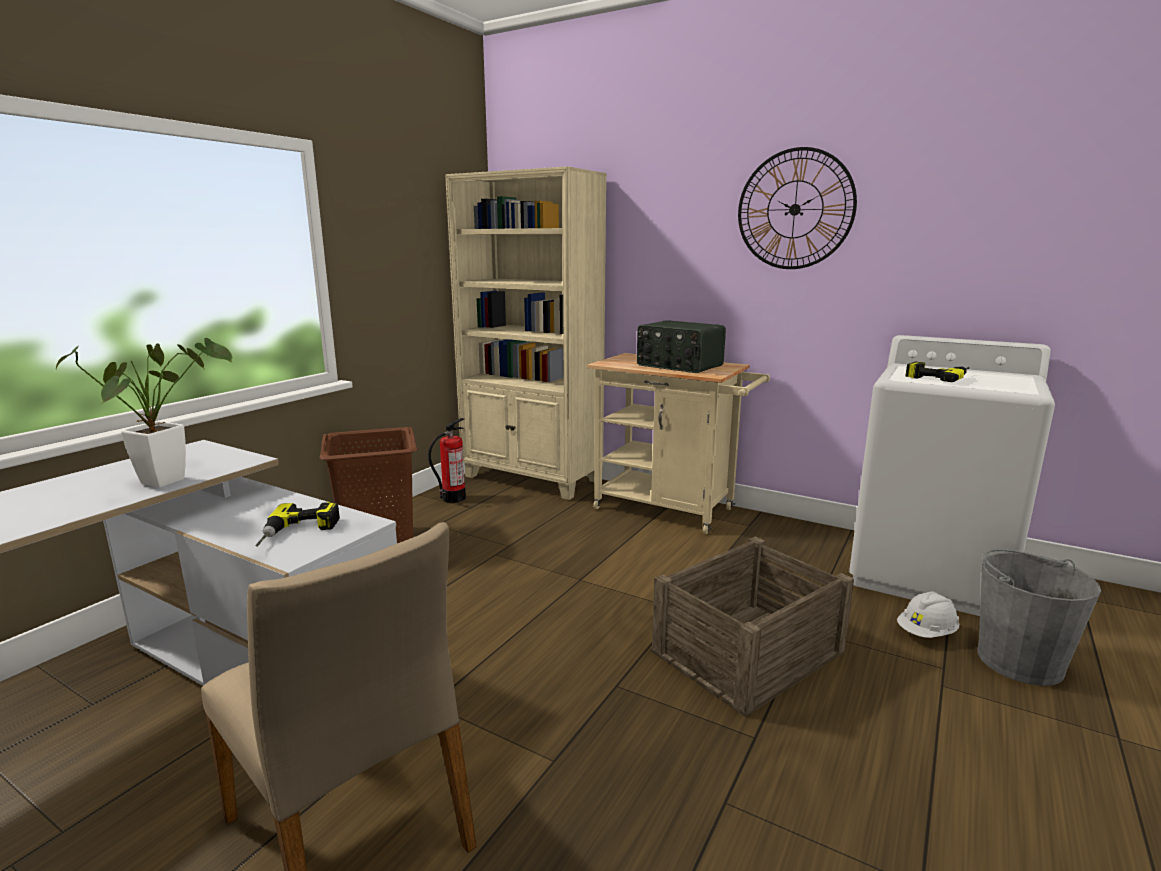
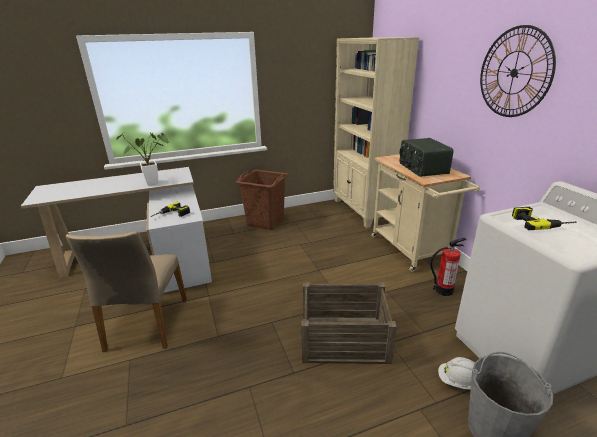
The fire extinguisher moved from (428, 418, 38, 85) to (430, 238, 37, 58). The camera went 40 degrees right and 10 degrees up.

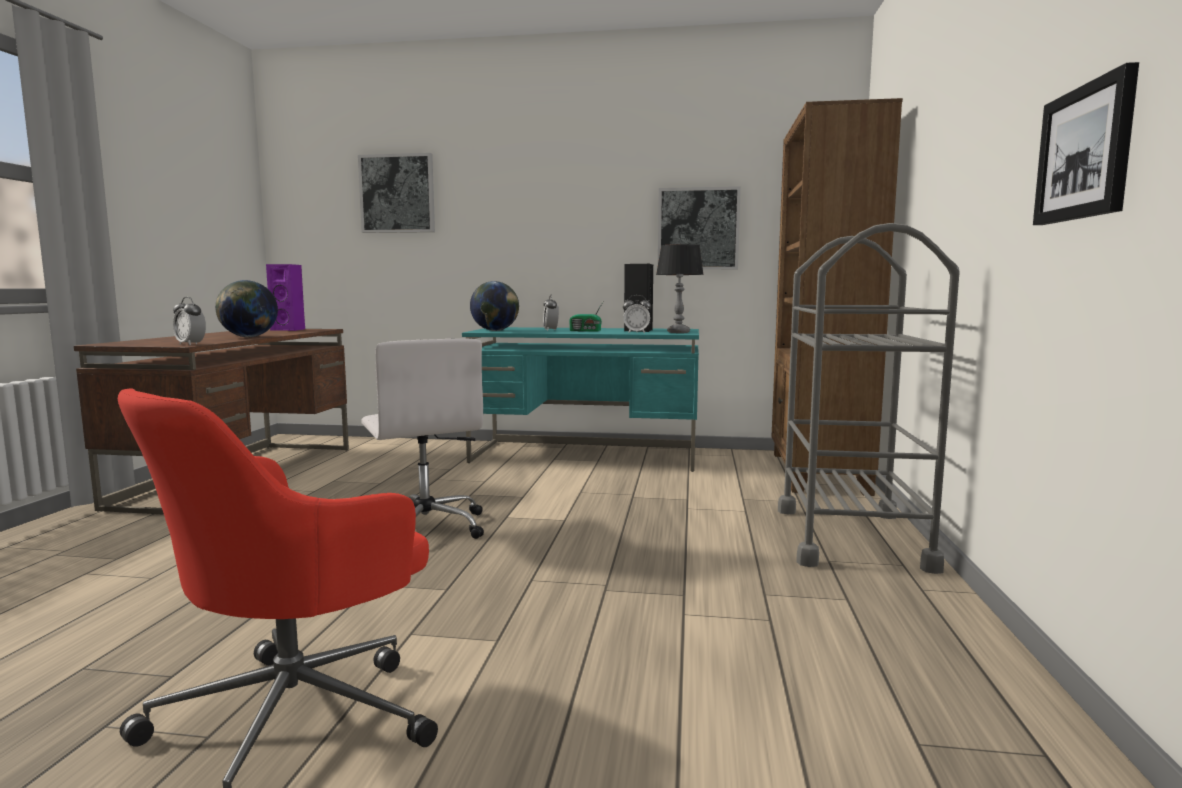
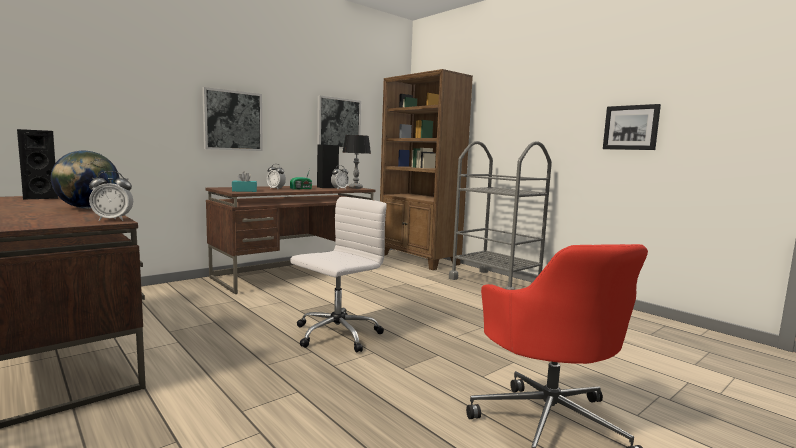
The wall art moved from (358, 153, 77, 80) to (202, 87, 61, 64). The purplish speaker at (266, 264, 39, 67) became the blackish speaker at (17, 129, 41, 71). The globe at (470, 281, 49, 50) was replaced by the turquoise tissue box at (232, 172, 25, 20). The turquoise desk unit at (462, 327, 237, 145) became the brownish desk unit at (206, 185, 170, 109). The white-coloured computer chair at (361, 338, 123, 201) turned 60 degrees counterclockwise. The camera went 50 degrees left and 0 degrees up.

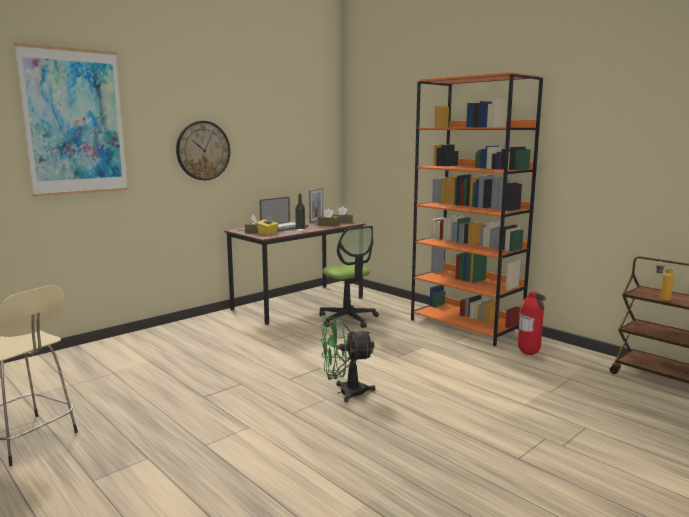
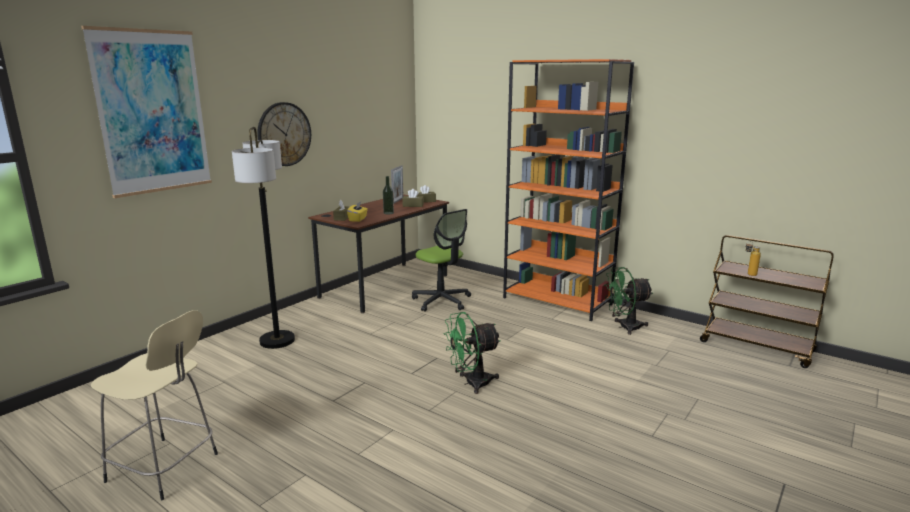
The portable computer at (259, 197, 50, 35) disappeared. The fire extinguisher at (518, 292, 28, 63) was replaced by the green cooling fan at (604, 267, 49, 68). The floor lamp at (232, 127, 63, 222) appeared. The camera went 10 degrees left and 5 degrees up.

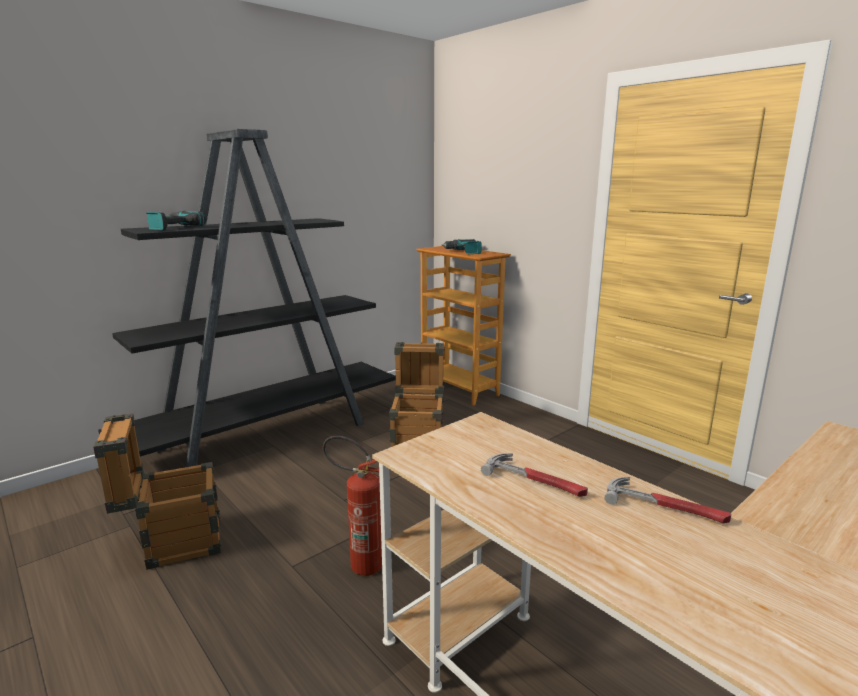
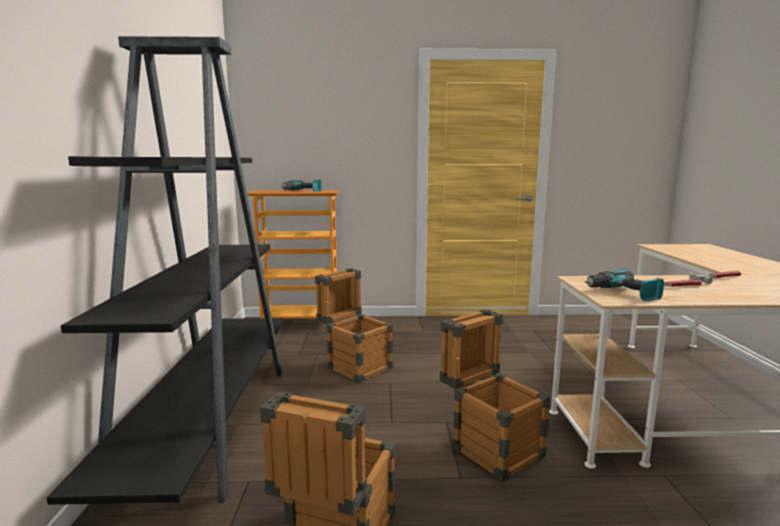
The power drill moved from (147, 211, 59, 20) to (584, 269, 80, 32). The fire extinguisher at (323, 436, 59, 140) was replaced by the crate at (440, 309, 111, 173). The camera went 50 degrees left and 5 degrees down.

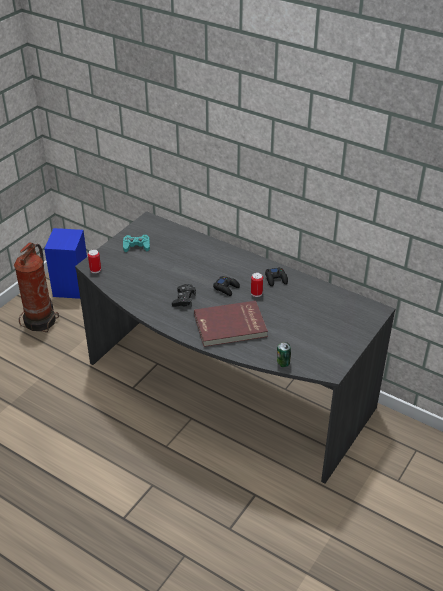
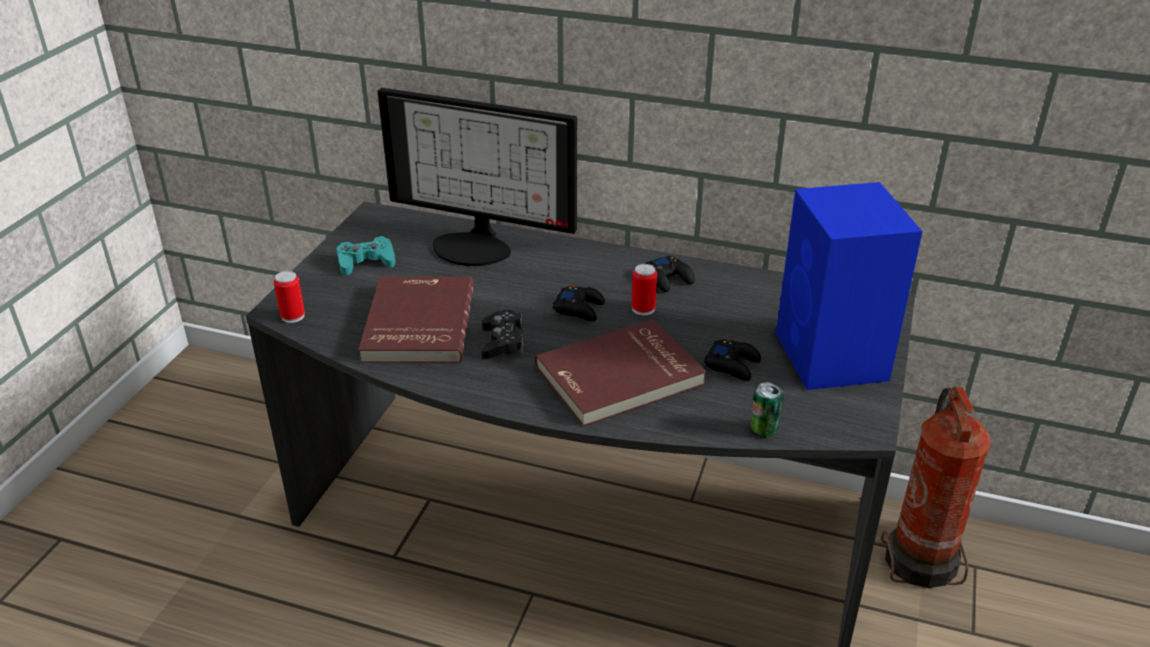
The bluish speaker moved from (44, 228, 43, 71) to (776, 182, 147, 208). The fire extinguisher moved from (14, 242, 45, 90) to (881, 387, 109, 201). The computer display at (377, 88, 200, 178) appeared. The red bound book at (359, 276, 115, 87) appeared. The blackish joypad at (704, 340, 57, 41) appeared. The camera went 15 degrees left and 5 degrees down.

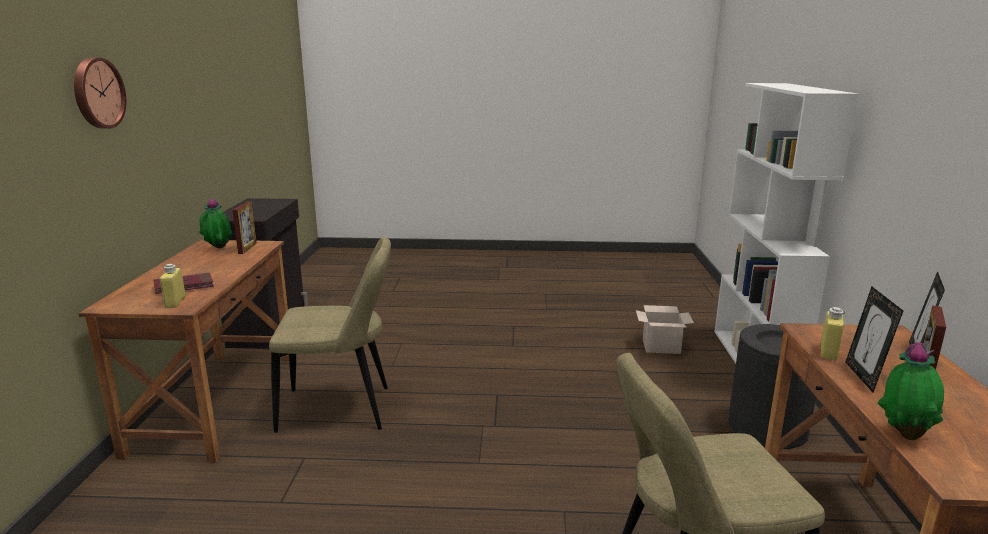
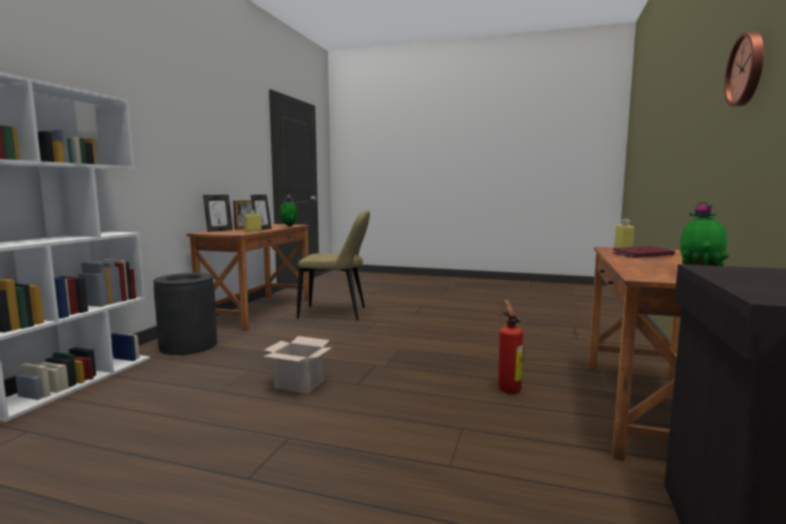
The picture frame at (232, 202, 25, 52) disappeared. The beige upright chair at (269, 237, 122, 196) was replaced by the fire extinguisher at (498, 300, 25, 94). The cardboard box moved from (636, 305, 58, 49) to (263, 336, 69, 58). The camera went 165 degrees left and 10 degrees down.

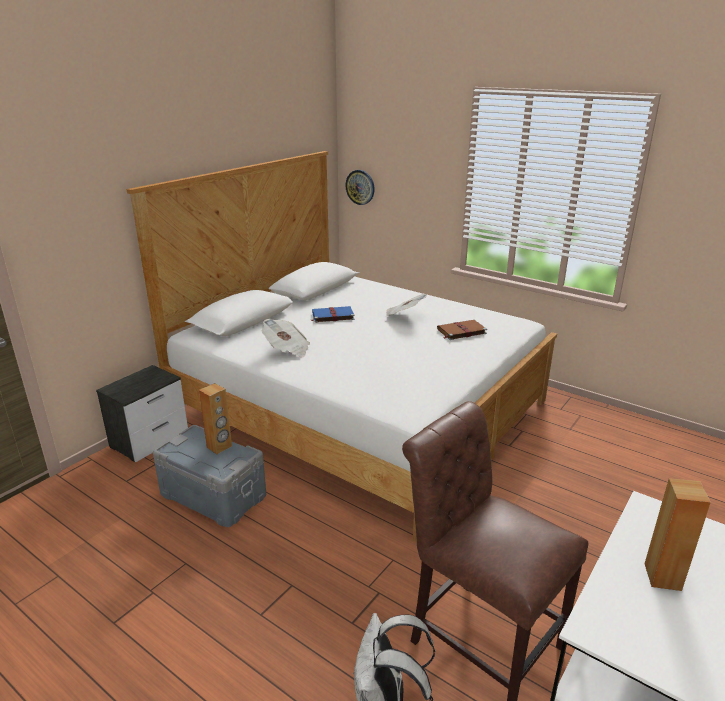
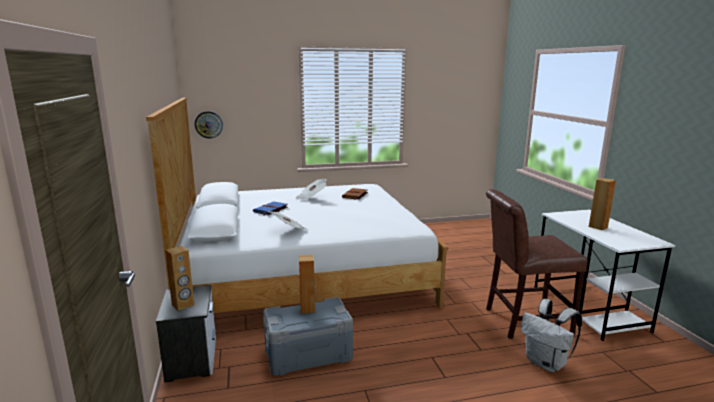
The brownish speaker at (165, 246, 29, 65) appeared. The camera went 50 degrees left and 10 degrees down.

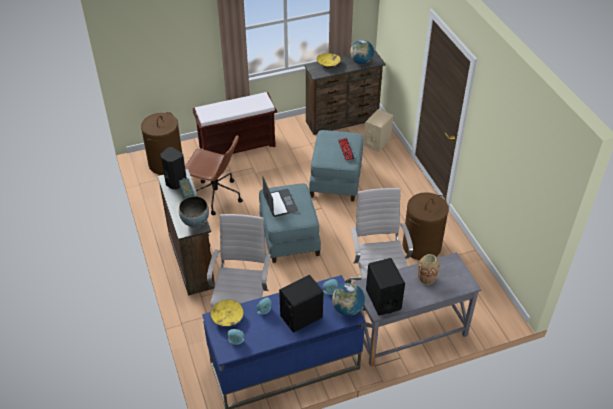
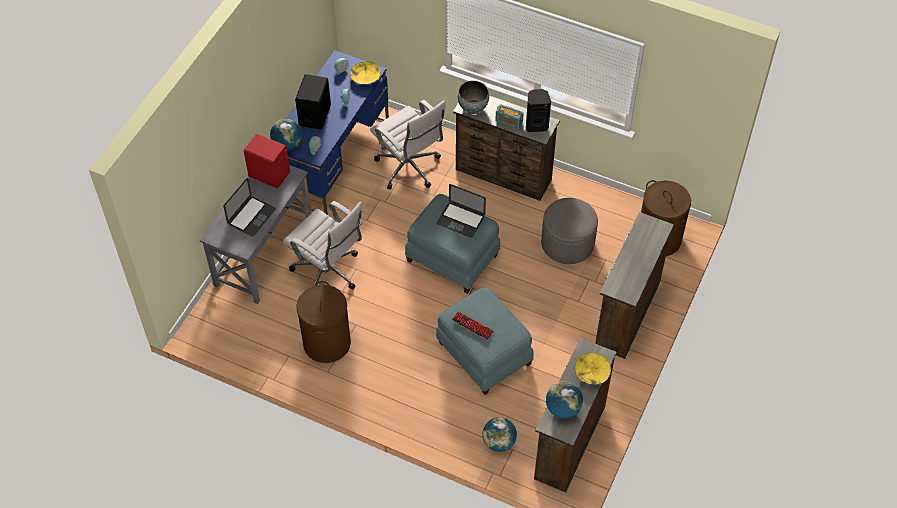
The brownish long seat at (192, 92, 85, 63) was replaced by the brownish dresser at (595, 212, 79, 147). The beige speaker at (364, 109, 29, 43) was replaced by the globe at (482, 417, 35, 35). The brownish computer chair at (185, 135, 58, 80) was replaced by the grey footrest at (541, 198, 57, 66). The vase at (418, 254, 22, 31) was replaced by the portable computer at (224, 178, 52, 59). The blackish speaker at (366, 258, 39, 58) became the red speaker at (244, 134, 46, 55). The camera went 135 degrees right and 10 degrees up.

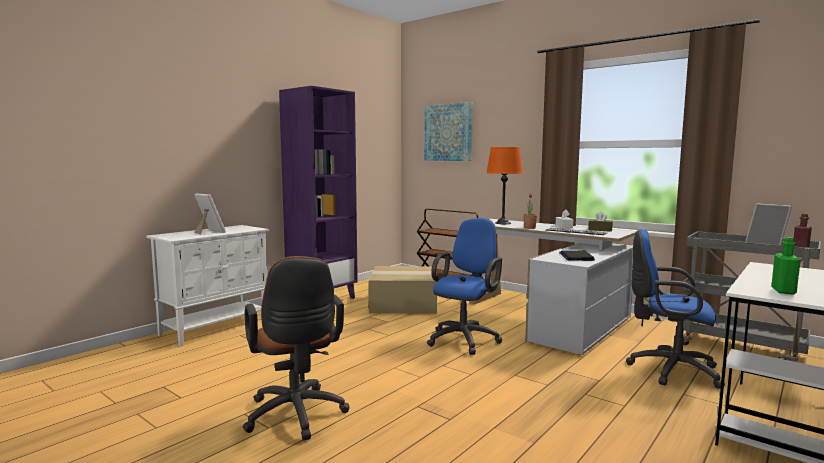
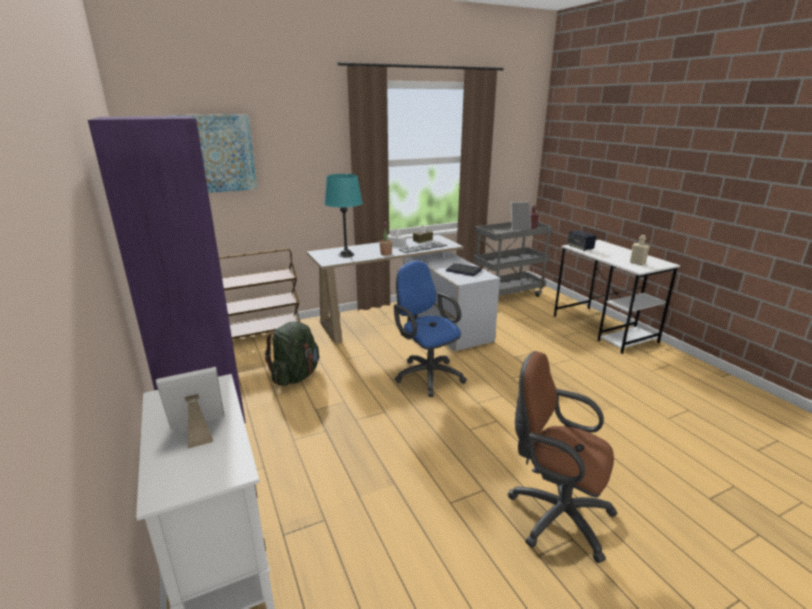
The orange-coloured table lamp at (486, 147, 37, 77) became the turquoise table lamp at (324, 174, 39, 83). The bluish computer chair at (626, 229, 99, 160) disappeared. The green bottle at (771, 237, 30, 57) became the beige bottle at (630, 235, 20, 31). The brownish computer chair at (243, 256, 106, 185) turned 150 degrees counterclockwise. The cardboard box at (369, 266, 68, 48) was replaced by the green knapsack at (265, 321, 54, 65). The speaker at (568, 230, 28, 21) appeared. The camera went 65 degrees left and 15 degrees up.

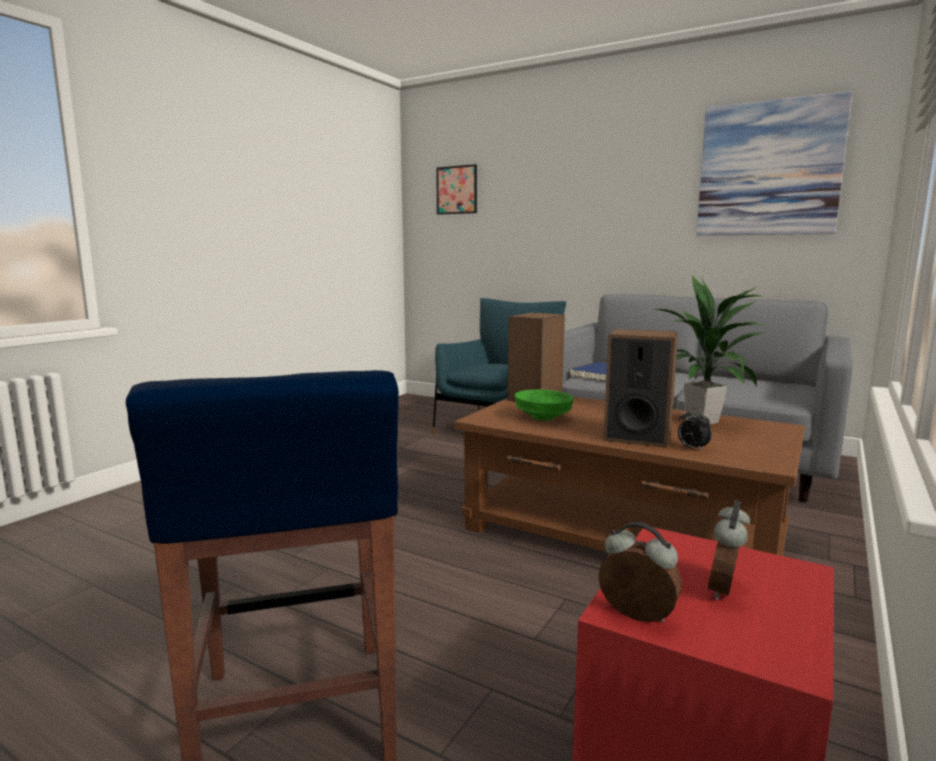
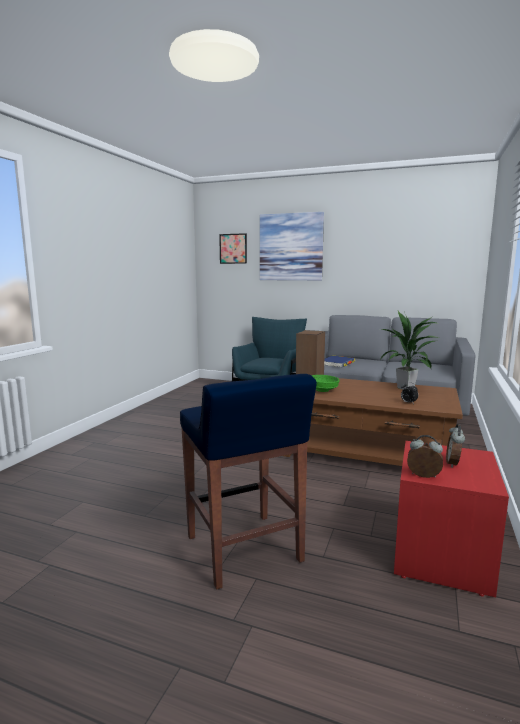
The wall art moved from (697, 91, 155, 145) to (260, 212, 64, 69). The speaker at (603, 329, 75, 119) disappeared. The camera went 10 degrees left and 0 degrees up.

